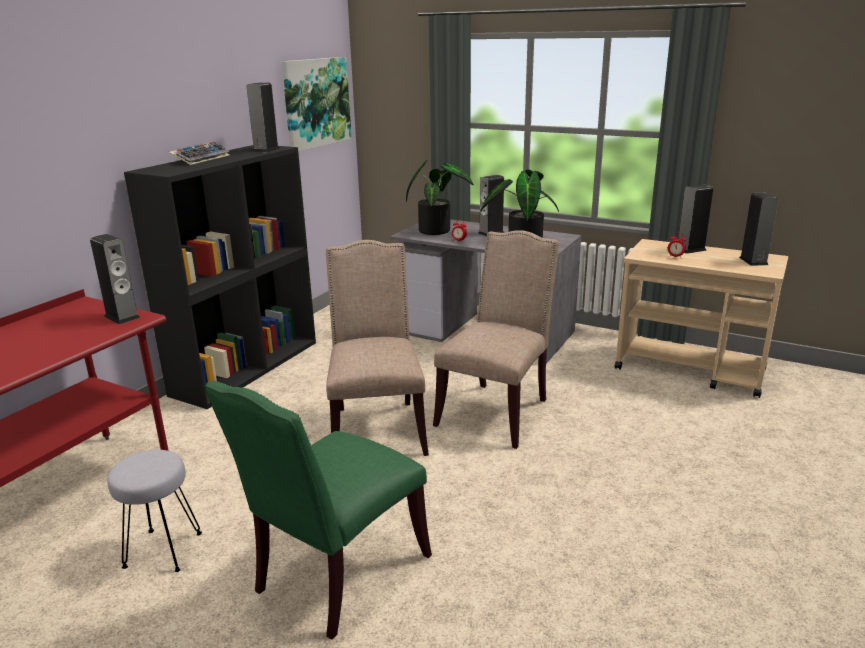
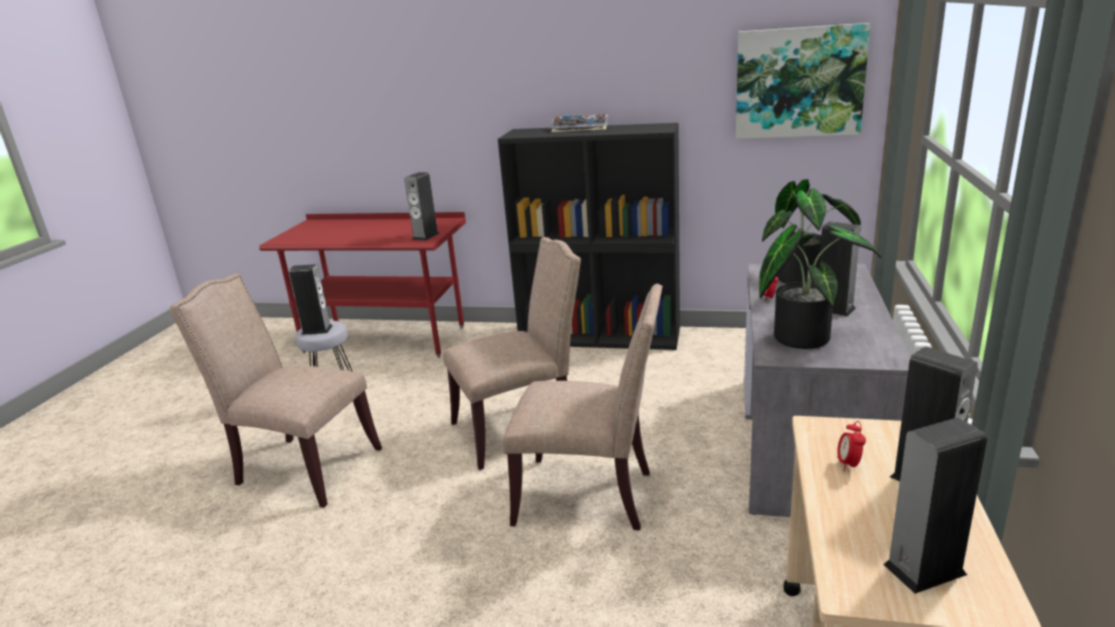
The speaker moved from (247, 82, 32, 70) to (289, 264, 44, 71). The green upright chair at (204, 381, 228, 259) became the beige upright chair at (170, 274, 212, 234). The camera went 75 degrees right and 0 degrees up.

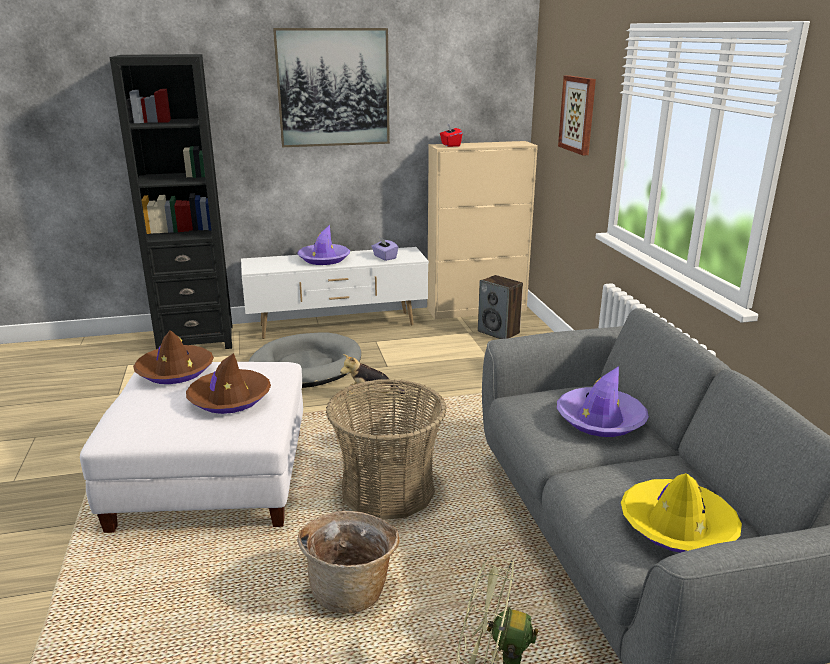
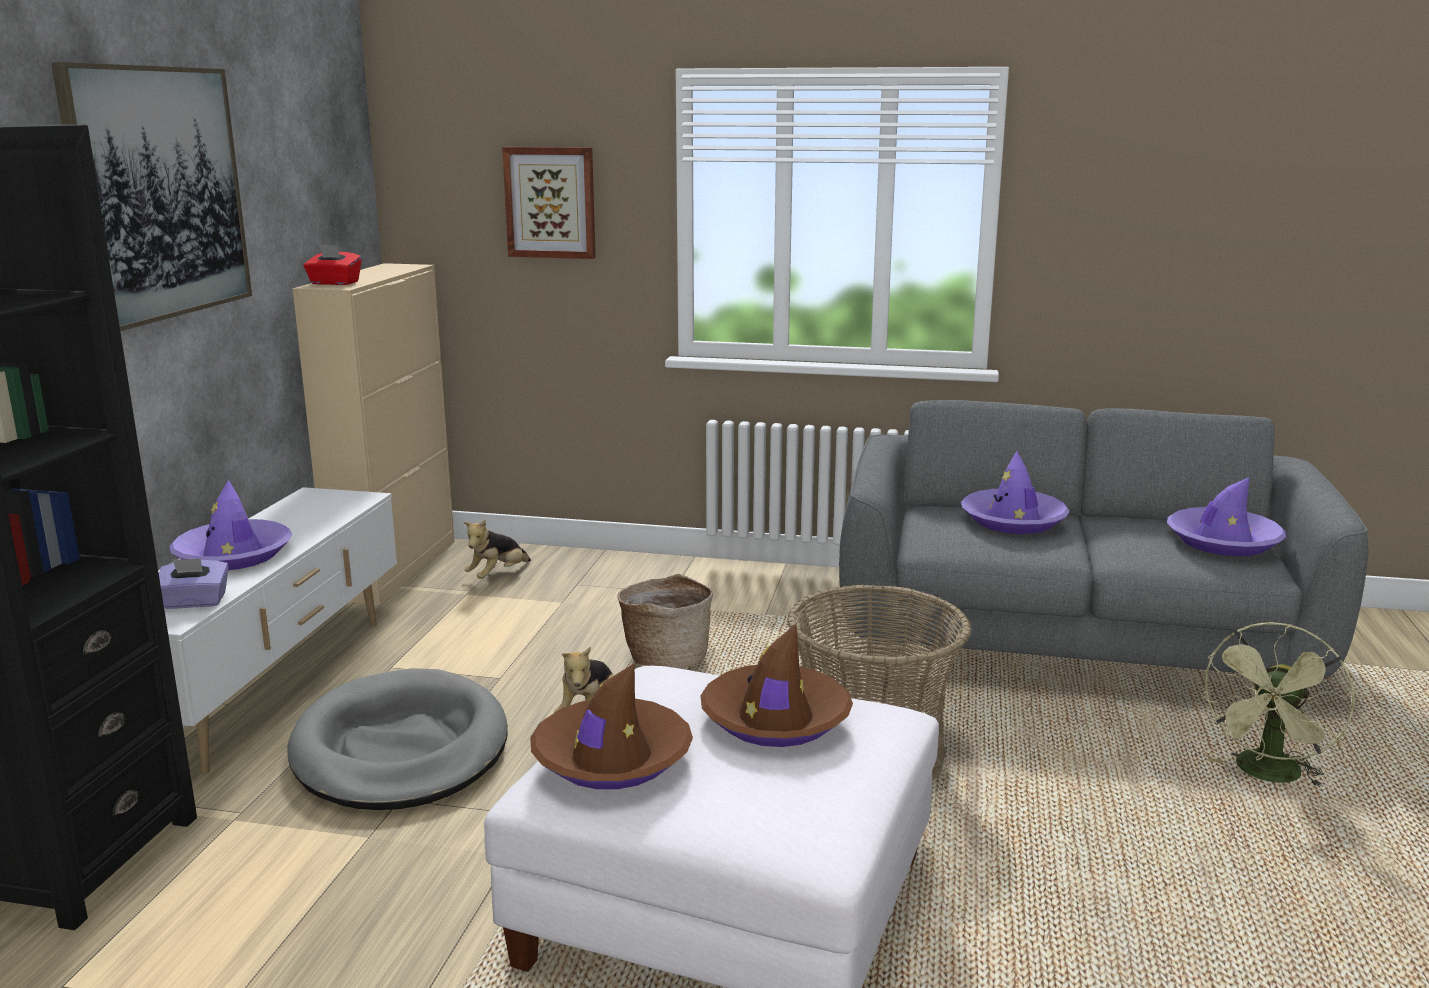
The purplish tissue box moved from (371, 238, 27, 23) to (159, 559, 70, 50). The speaker at (478, 275, 45, 64) was replaced by the plush toy at (464, 520, 67, 59). The yellow-coloured hat at (621, 473, 121, 80) became the purplish hat at (1167, 477, 119, 79). The storage basket moved from (297, 511, 103, 103) to (617, 574, 96, 95). The camera went 65 degrees left and 5 degrees down.

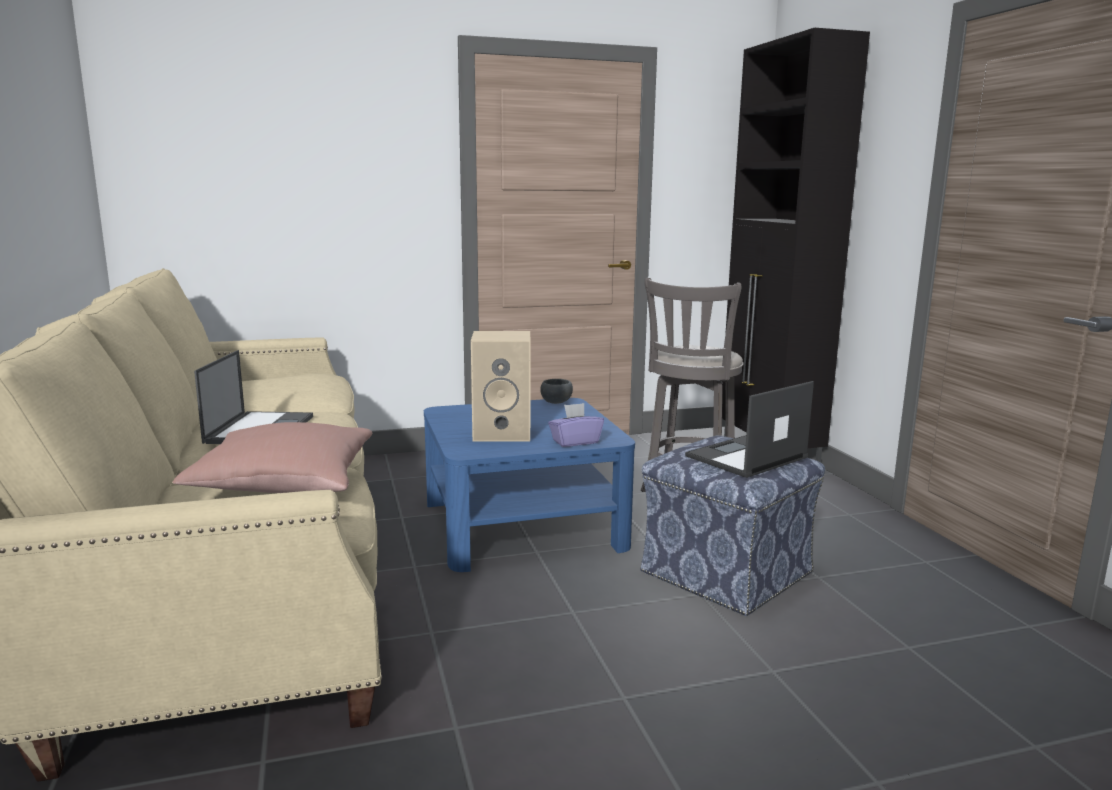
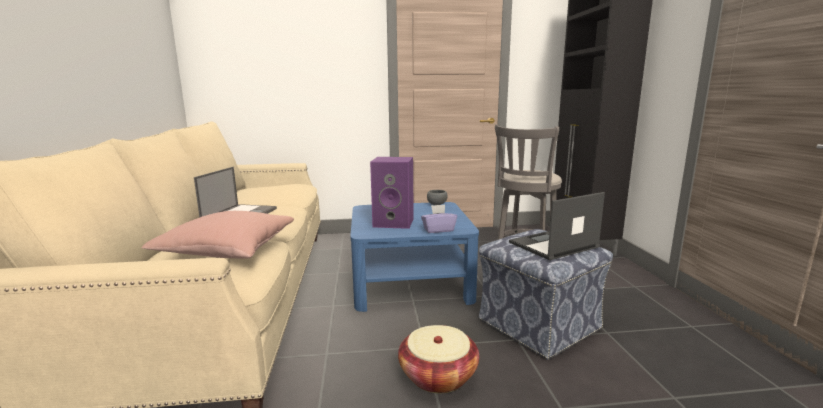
The beige speaker at (471, 331, 60, 111) became the purplish speaker at (370, 157, 44, 72). The storage basket at (398, 325, 81, 68) appeared. The camera went 10 degrees right and 0 degrees up.

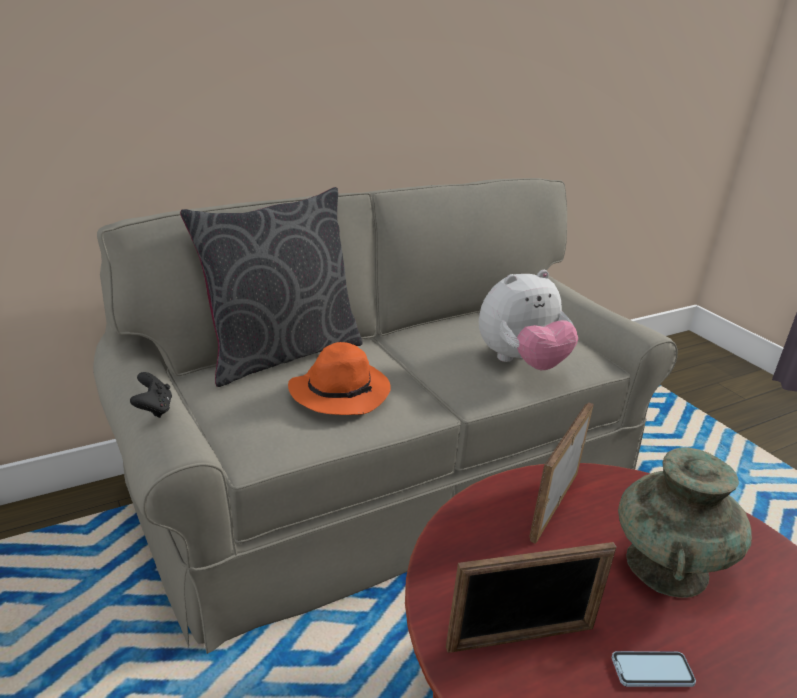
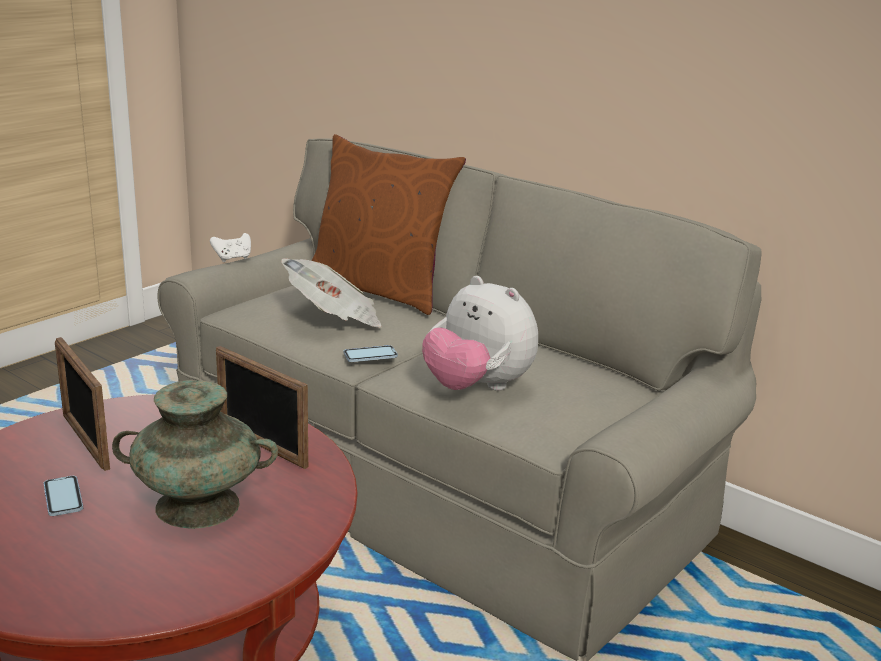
The grey pillow at (180, 187, 182, 200) became the brownish pillow at (311, 134, 155, 181). The orange-coloured hat at (288, 342, 103, 73) was replaced by the daily paper at (281, 258, 101, 70). The blackish joypad at (130, 372, 42, 46) became the white-coloured joypad at (210, 233, 41, 29). The picture frame at (530, 402, 64, 142) turned 150 degrees counterclockwise. The telephone at (344, 345, 54, 17) appeared. The camera went 70 degrees right and 5 degrees down.

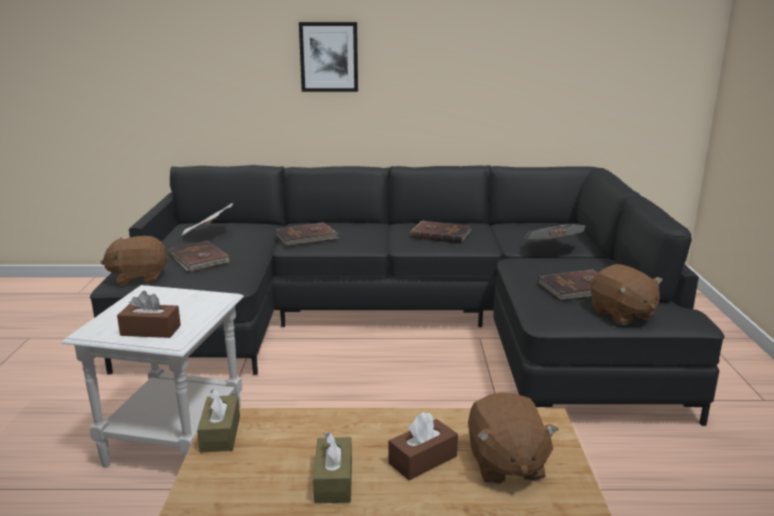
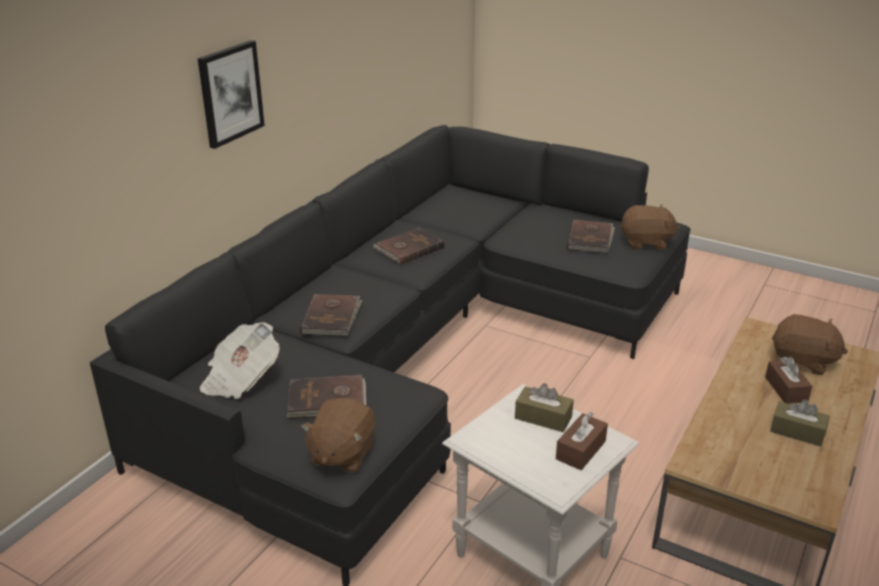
The daily paper at (525, 224, 61, 16) disappeared. The brownish tissue box moved from (197, 389, 43, 64) to (515, 383, 59, 49). The camera went 60 degrees left and 10 degrees up.

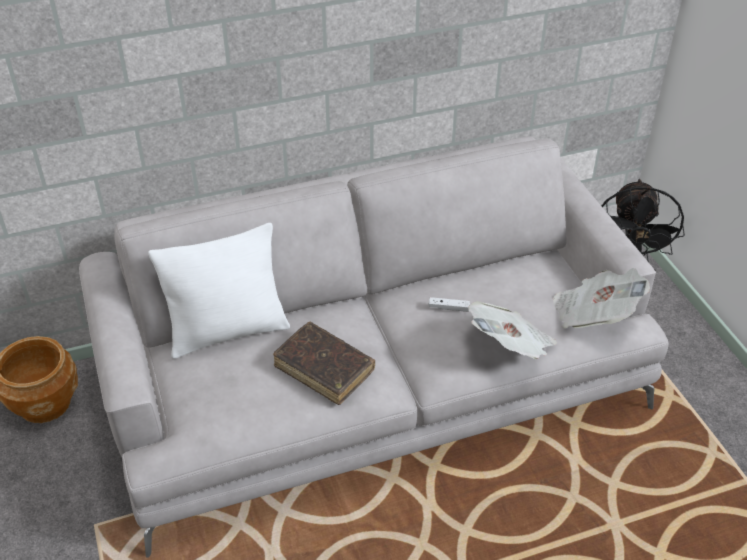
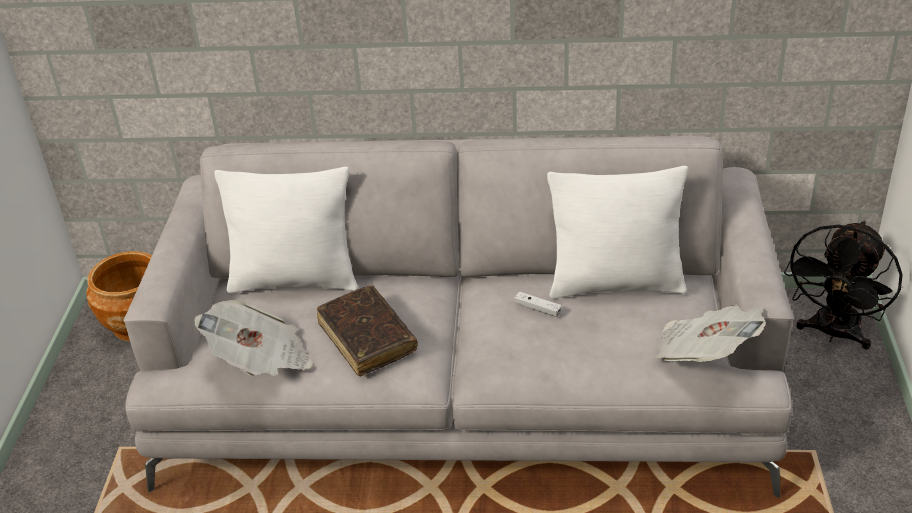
The daily paper moved from (468, 301, 89, 58) to (194, 300, 119, 76). The white-coloured pillow at (547, 166, 141, 133) appeared. The camera went 25 degrees right and 5 degrees down.

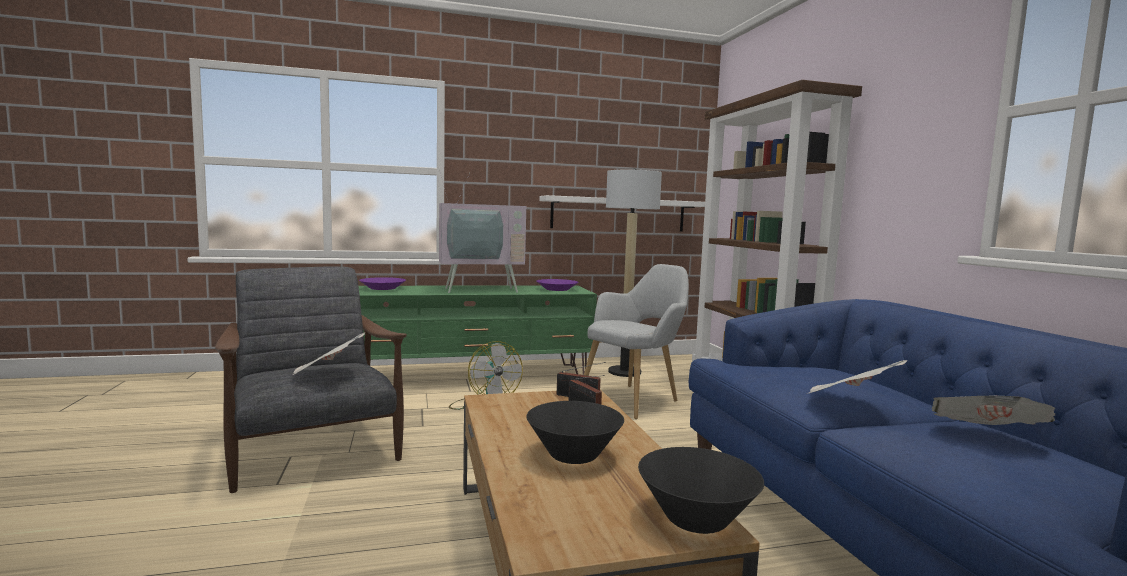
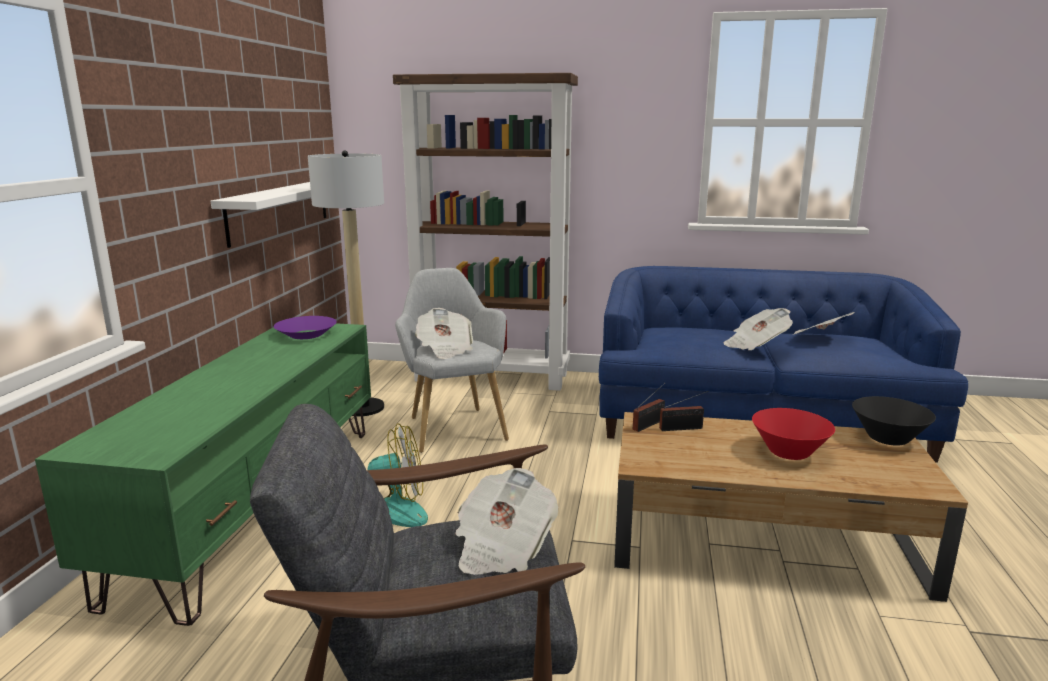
The TV set at (439, 169, 87, 124) disappeared. The purplish deep dish at (359, 277, 47, 13) disappeared. The blackish deep dish at (526, 401, 98, 63) became the red deep dish at (752, 408, 83, 52). The daily paper at (415, 308, 58, 51) appeared. The camera went 65 degrees left and 10 degrees up.

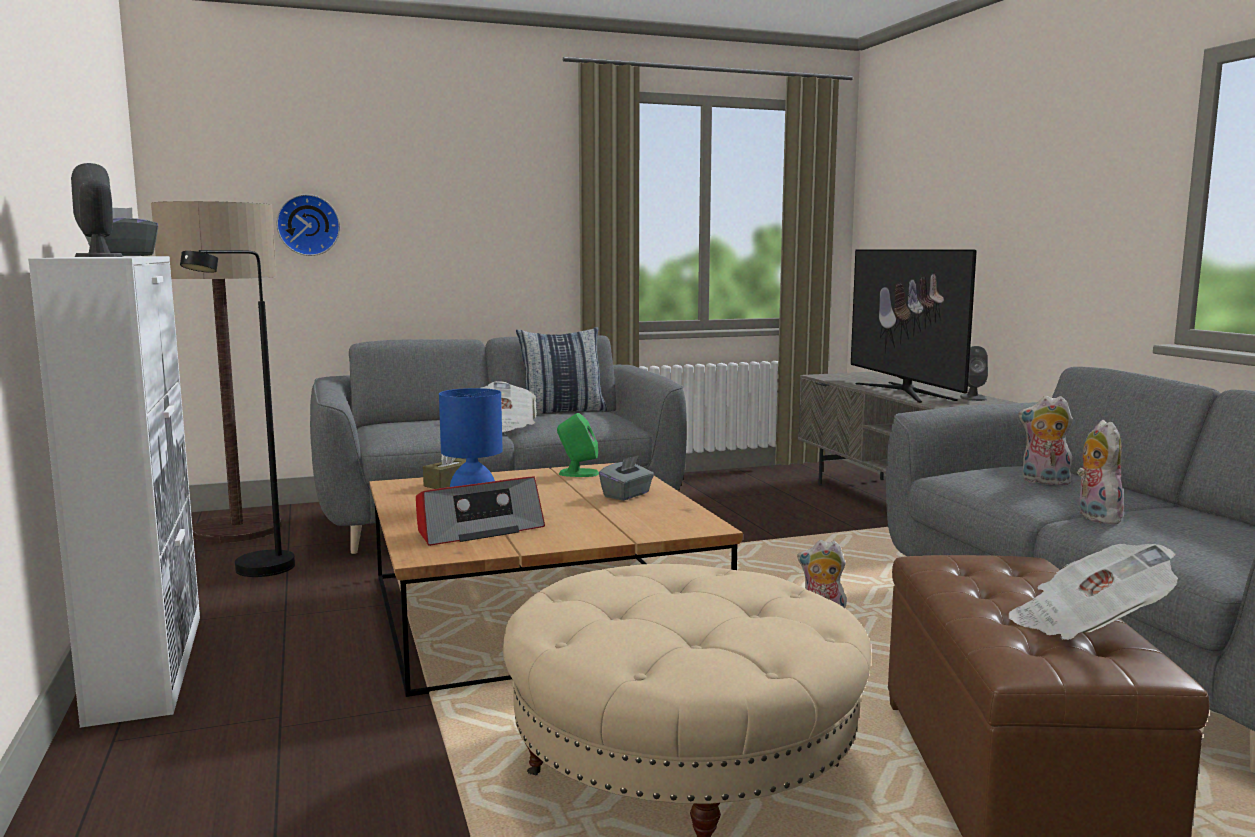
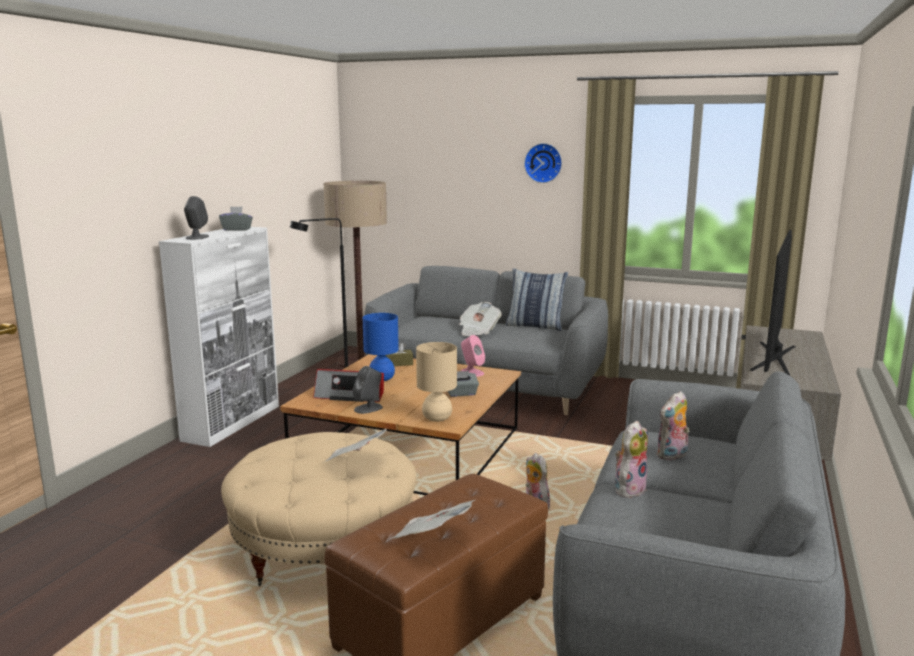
The wall clock moved from (276, 194, 64, 62) to (524, 143, 38, 40). The grey speaker moved from (960, 346, 28, 55) to (353, 366, 30, 48). The plush toy at (1019, 396, 54, 89) turned 105 degrees counterclockwise. The green speaker at (557, 413, 42, 64) became the pink speaker at (461, 335, 24, 42). The beige table lamp at (416, 342, 41, 80) appeared. The daily paper at (324, 429, 63, 33) appeared. The camera went 40 degrees right and 5 degrees up.

